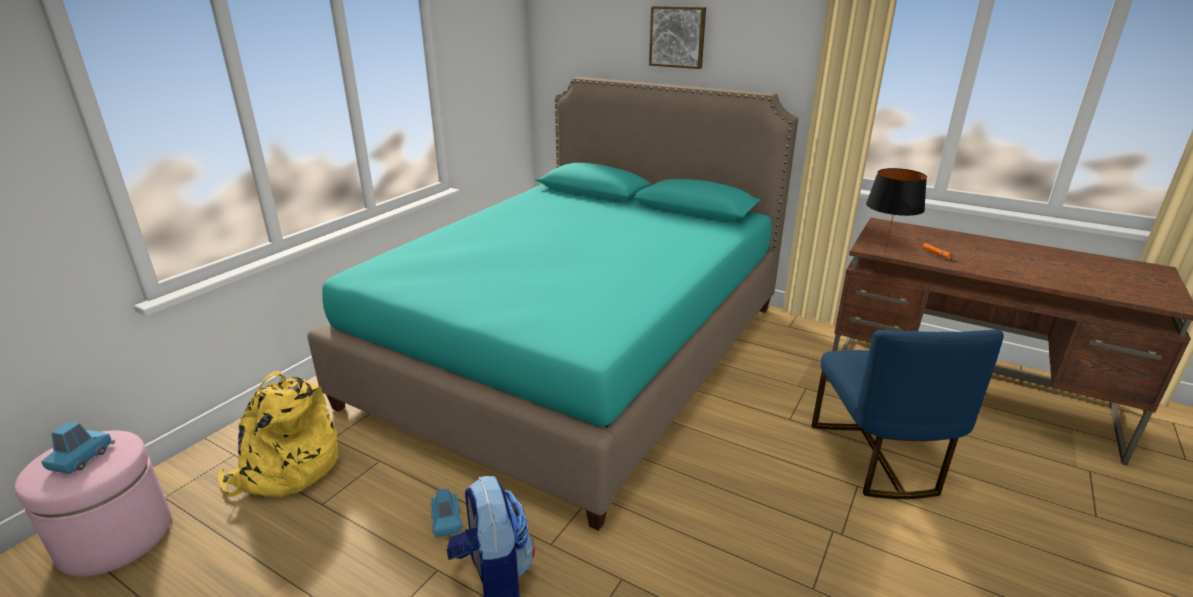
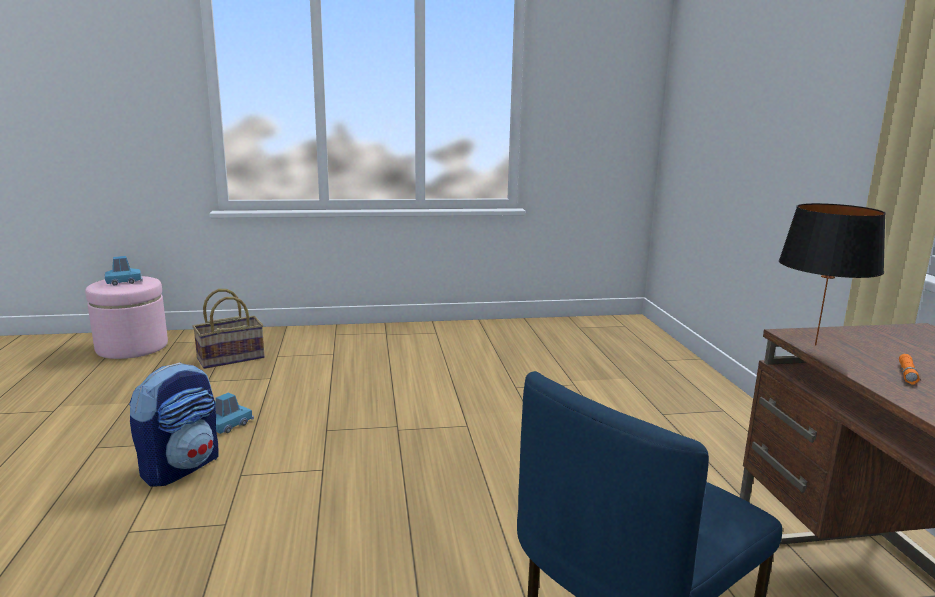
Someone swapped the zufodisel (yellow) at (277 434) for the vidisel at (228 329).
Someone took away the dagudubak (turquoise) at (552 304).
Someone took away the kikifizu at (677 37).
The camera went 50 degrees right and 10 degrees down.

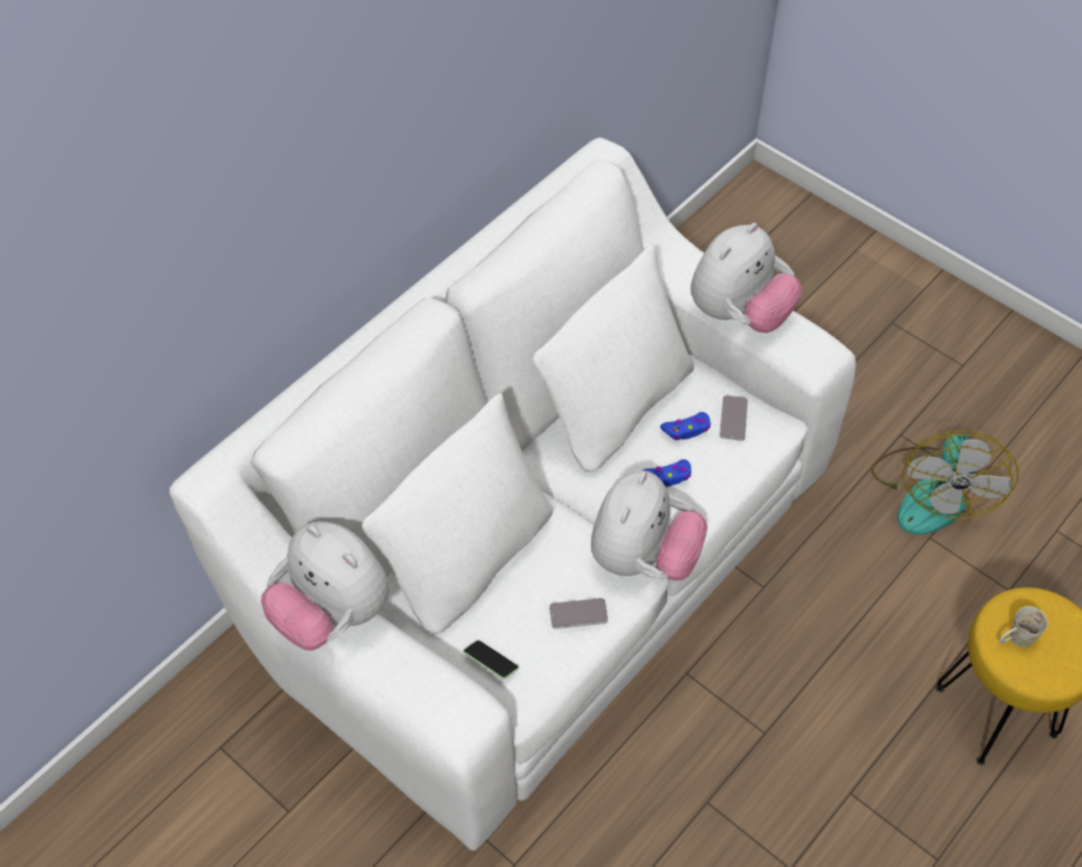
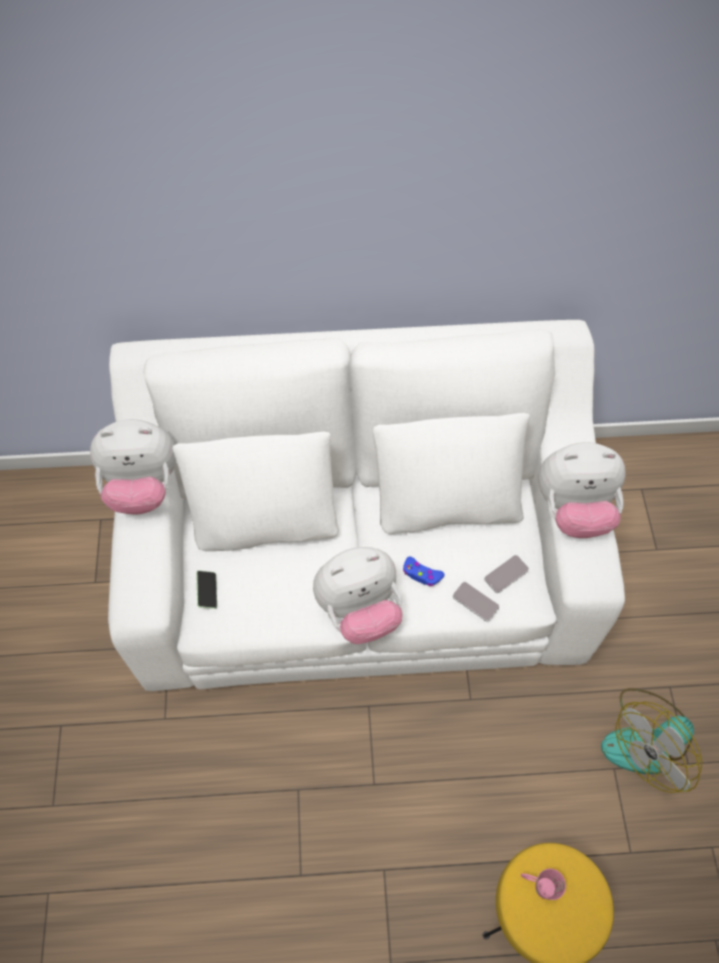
Someone rotated the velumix at (325 586) by 90 degrees counterclockwise.
Someone carried the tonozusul from (578 613) to (476 602).
Someone repainted the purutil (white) at (1023 627), which became the purutil (pink) at (543 884).
Someone took away the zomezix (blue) at (685 426).
The camera went 45 degrees right and 5 degrees up.

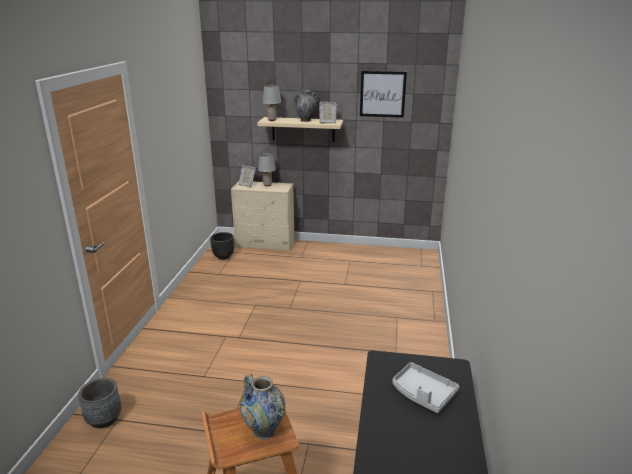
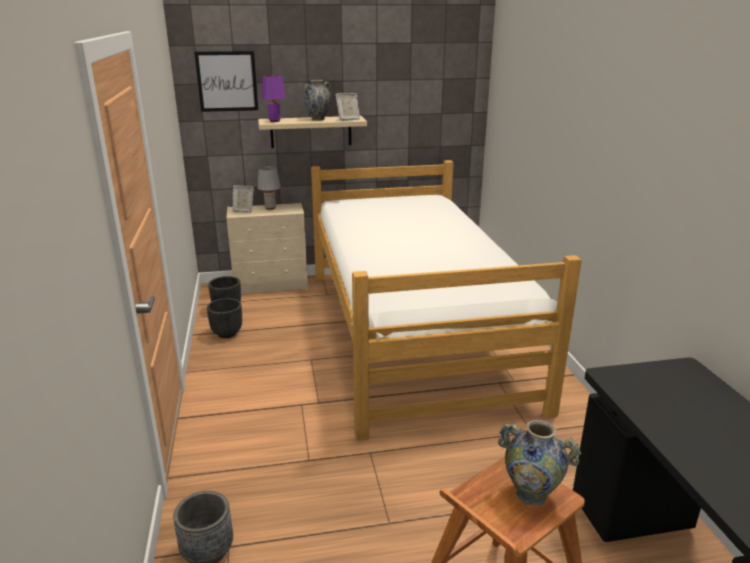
Someone carried the kikifizu from (383 94) to (226 81).
Someone put down the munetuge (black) at (224 318).
Someone repainted the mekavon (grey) at (272 103), which became the mekavon (purple) at (273 98).
Someone put down the dagudubak at (446 300).
Someone took away the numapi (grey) at (425 387).
The camera went 20 degrees left and 0 degrees up.

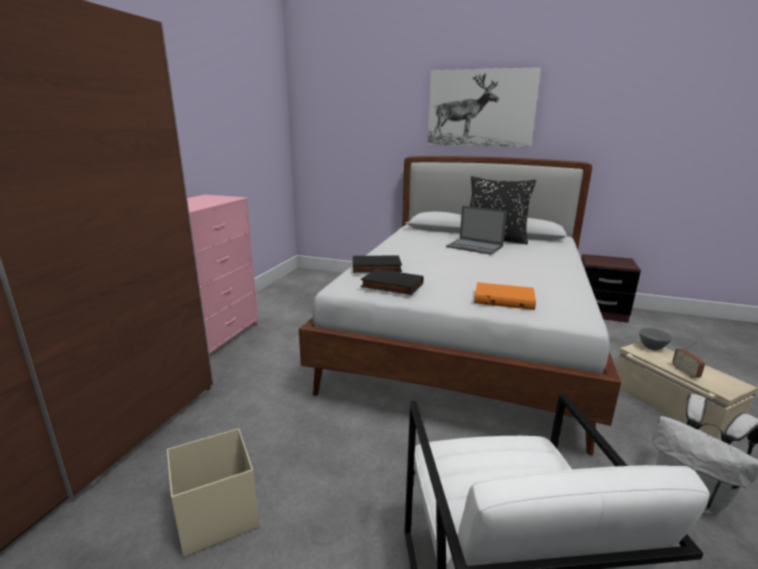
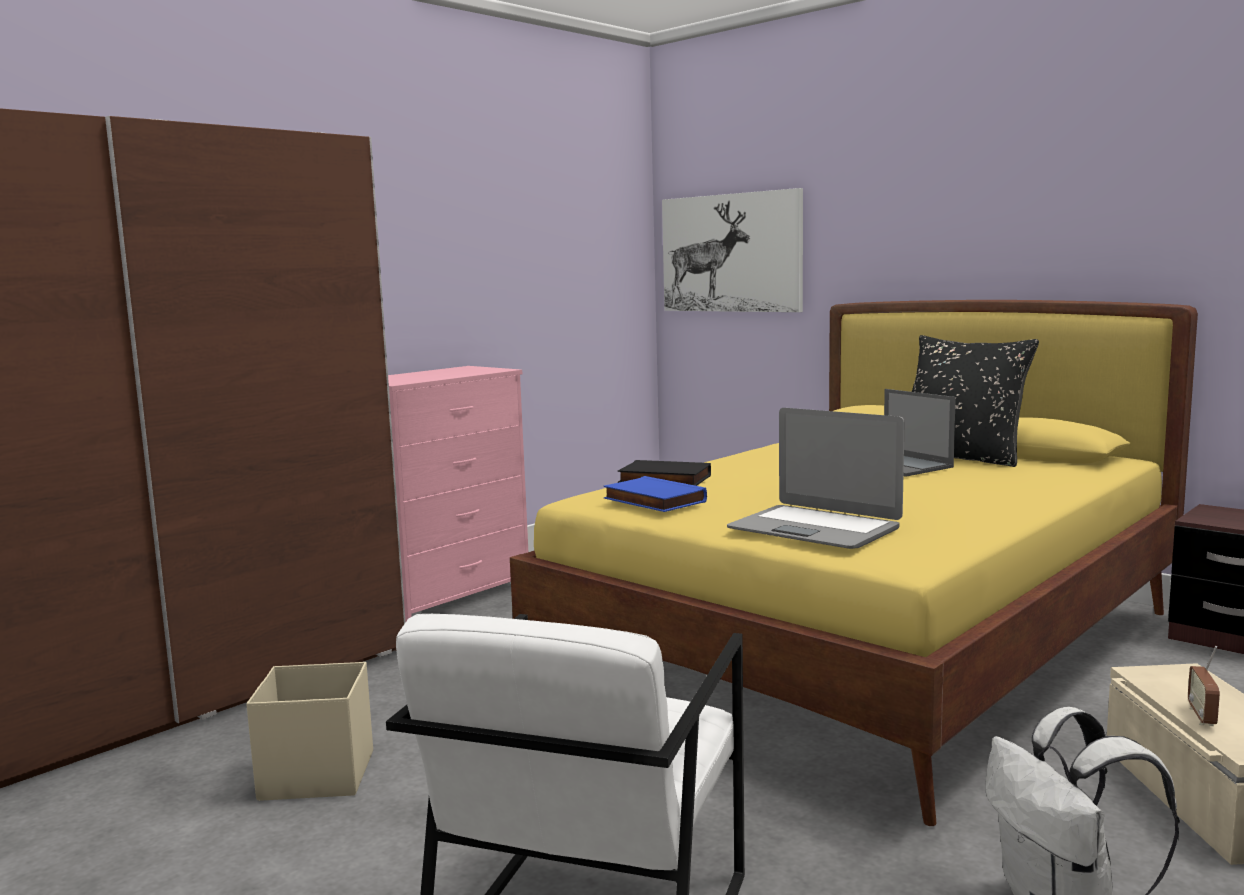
Someone repainted the dagudubak (white) at (460 305), which became the dagudubak (yellow) at (854 563).
Someone repainted the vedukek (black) at (392 282), which became the vedukek (blue) at (655 494).
Someone carried the kikifizu from (484 107) to (732 250).
Someone swapped the vedukek (orange) at (505 296) for the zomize at (816 478).
Someone took away the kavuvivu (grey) at (655 339).
The camera went 25 degrees right and 10 degrees down.

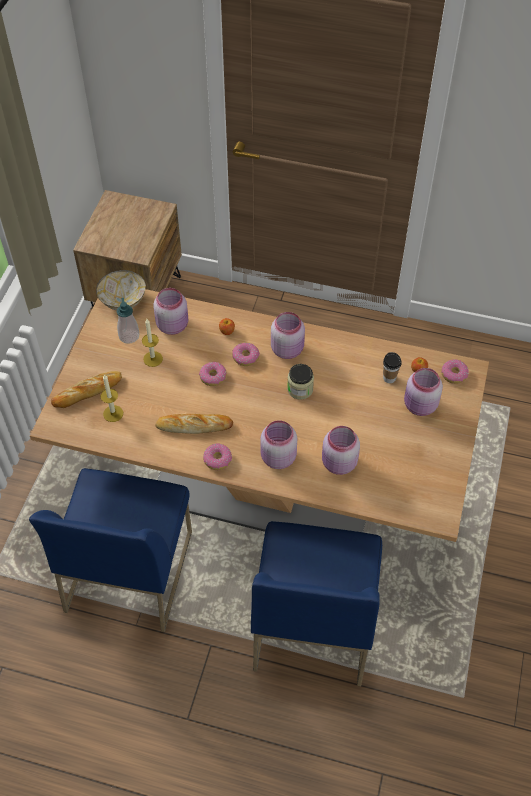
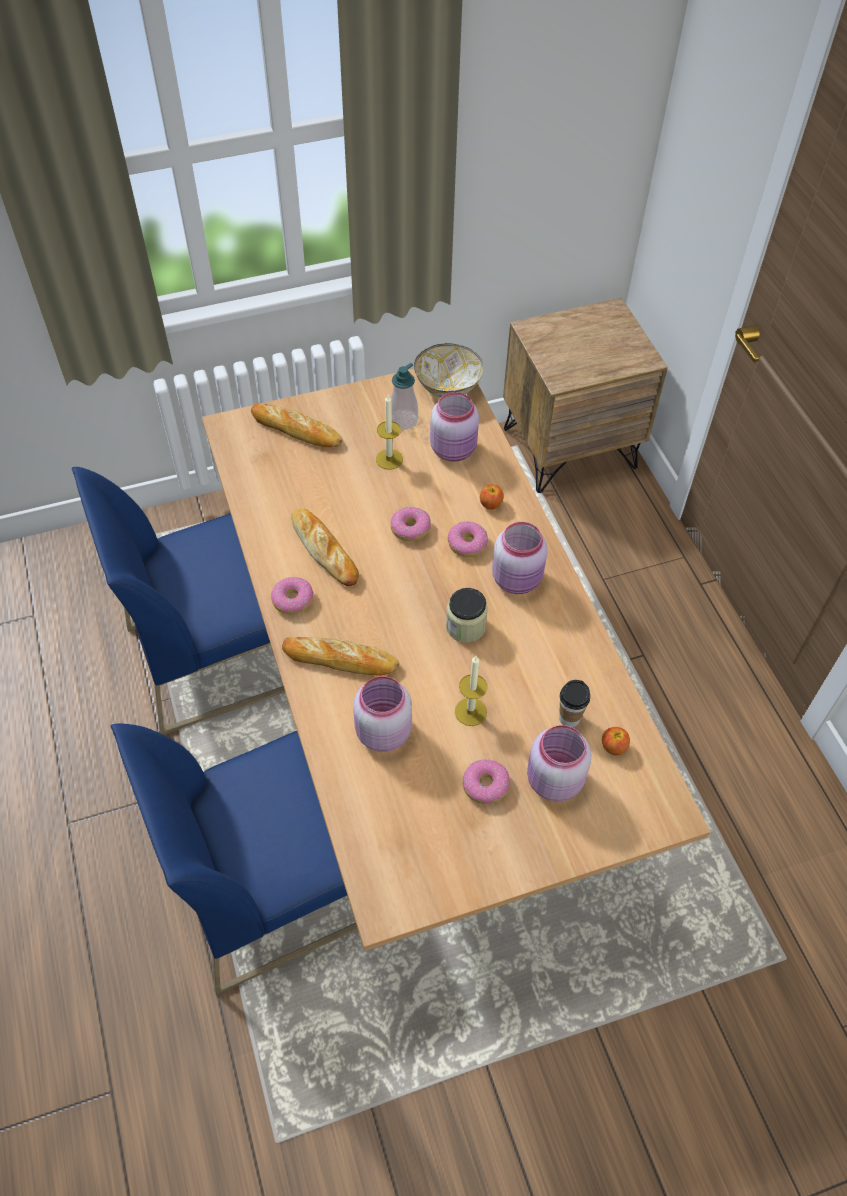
Someone swapped the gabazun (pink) at (278 444) for the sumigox at (341 656).
Someone carried the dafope from (111 398) to (471 691).
Someone carried the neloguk from (455 371) to (486 781).
The camera went 55 degrees right and 0 degrees up.

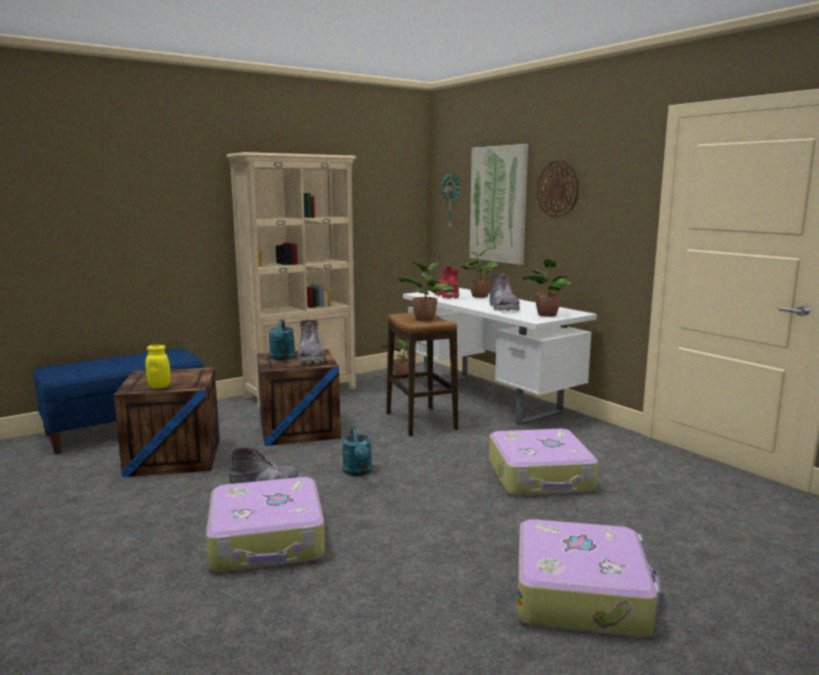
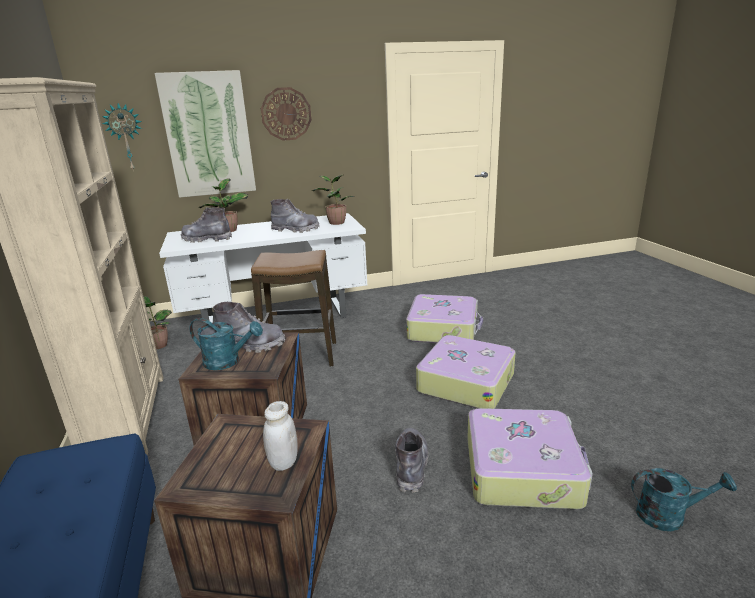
Someone repainted the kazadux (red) at (446 282), which became the kazadux (grey) at (206 225).
Someone repainted the gabazun (yellow) at (158 367), which became the gabazun (white) at (280 436).
Someone carried the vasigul from (589 578) to (466 372).
Someone carried the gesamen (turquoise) from (357 451) to (684 499).
Someone took away the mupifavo at (426 291).
The camera went 70 degrees left and 10 degrees up.

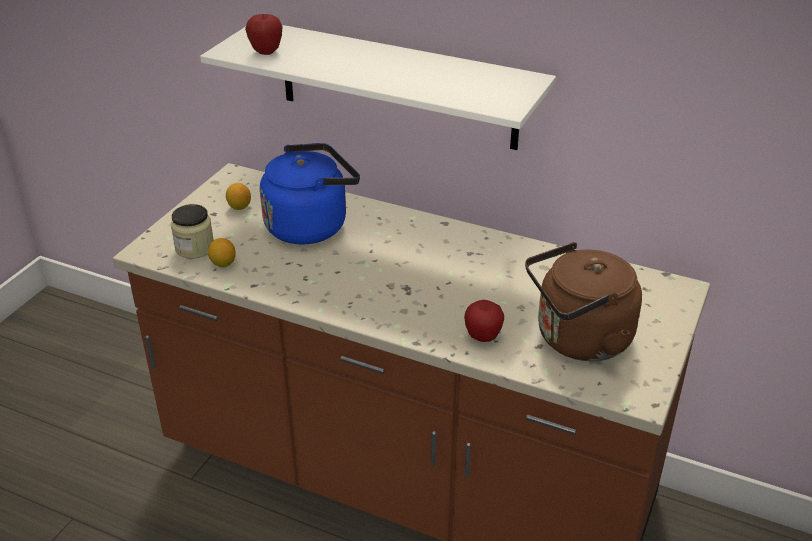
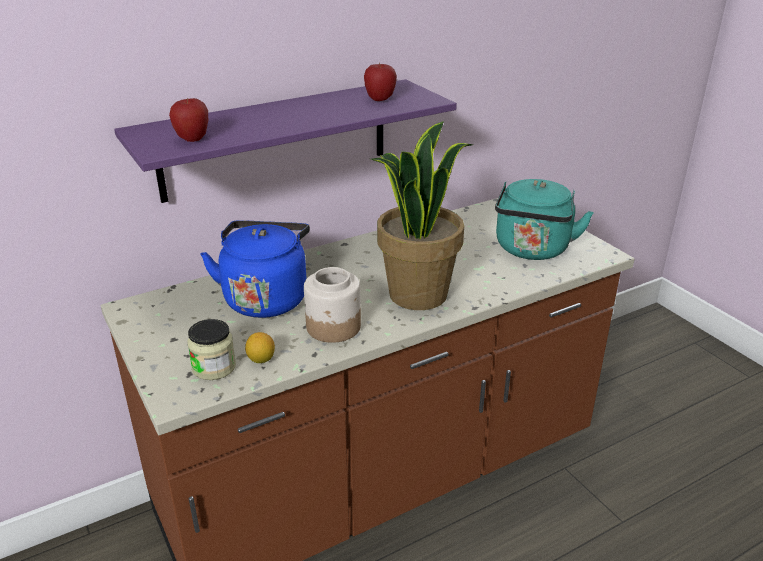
Someone repainted the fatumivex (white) at (378 87), which became the fatumivex (purple) at (285 141).
Someone put down the gabazun at (332 305).
Someone carried the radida from (484 321) to (380 82).
Someone put down the mupifavo at (422 215).
Someone repainted the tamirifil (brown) at (583 301), which became the tamirifil (turquoise) at (544 219).
Someone took away the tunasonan at (238 196).
The camera went 55 degrees left and 5 degrees down.

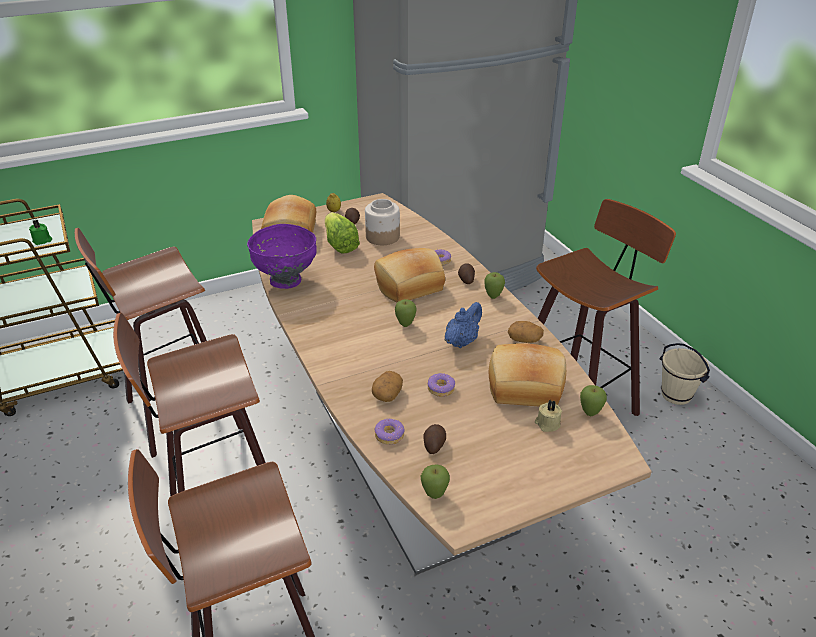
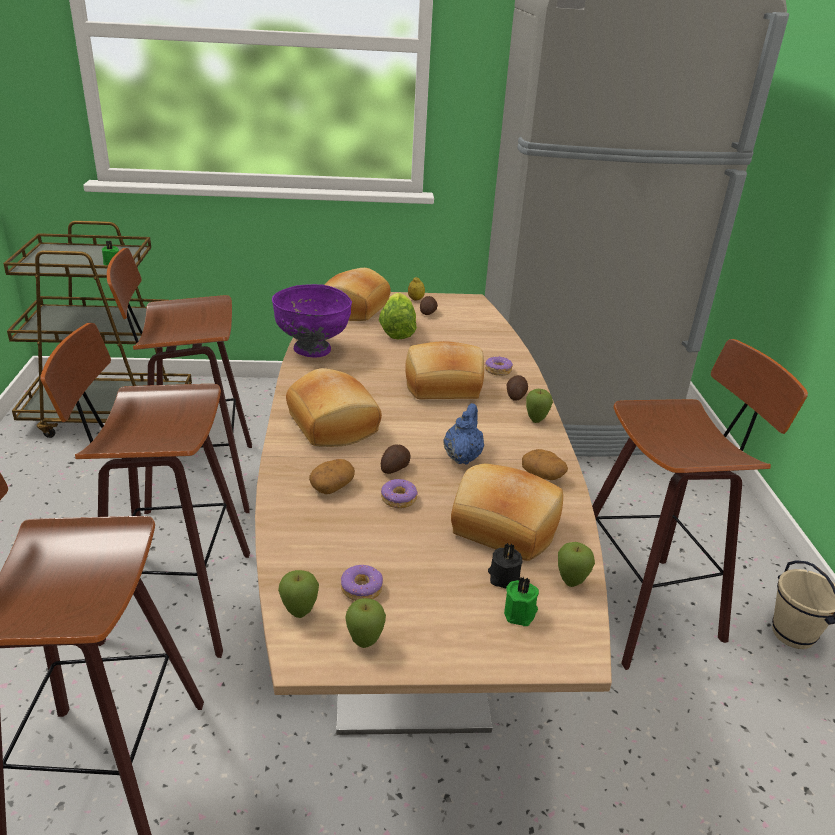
Someone put down the sumigox at (334 407).
Someone carried the neloguk from (390 432) to (362 583).
Someone carried the radida from (406 313) to (365 623).
Someone carried the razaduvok from (434 439) to (396 459).
Someone rotated the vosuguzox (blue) at (463 325) by 45 degrees counterclockwise.
Someone repainted the dafope (beige) at (548 416), which became the dafope (black) at (505 565).
Someone put down the dafope (green) at (521 601).
Someone took away the gabazun at (382 222).
The camera went 20 degrees right and 5 degrees down.

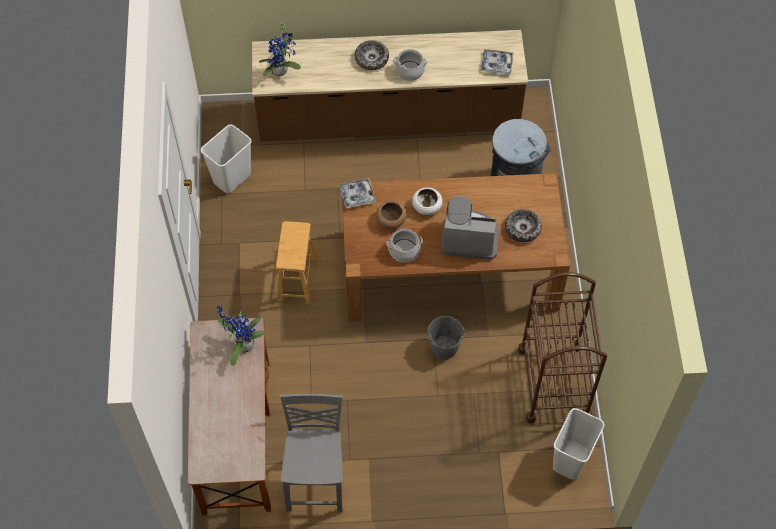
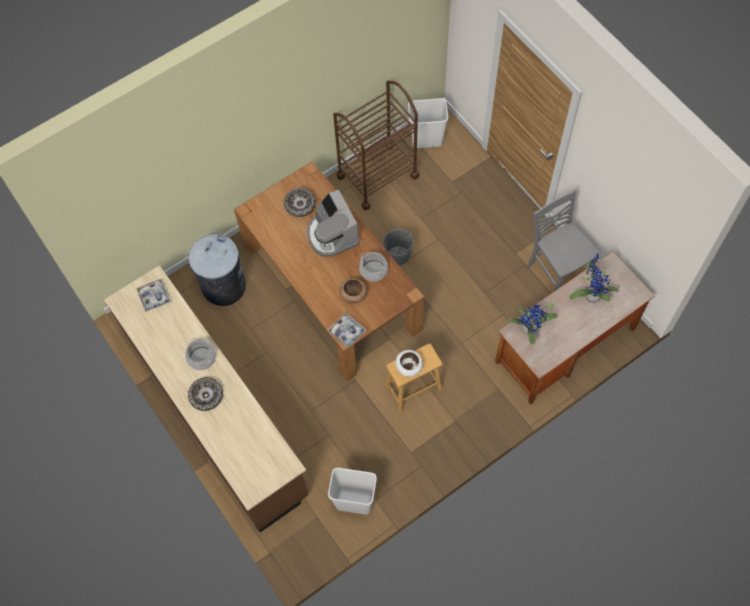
Someone carried the kavuvivu (white) from (427 201) to (409 363).
Someone rotated the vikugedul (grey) at (311 453) by 90 degrees clockwise.
Someone carried the mupifavo from (280 49) to (593 278).
The camera went 120 degrees left and 5 degrees up.

